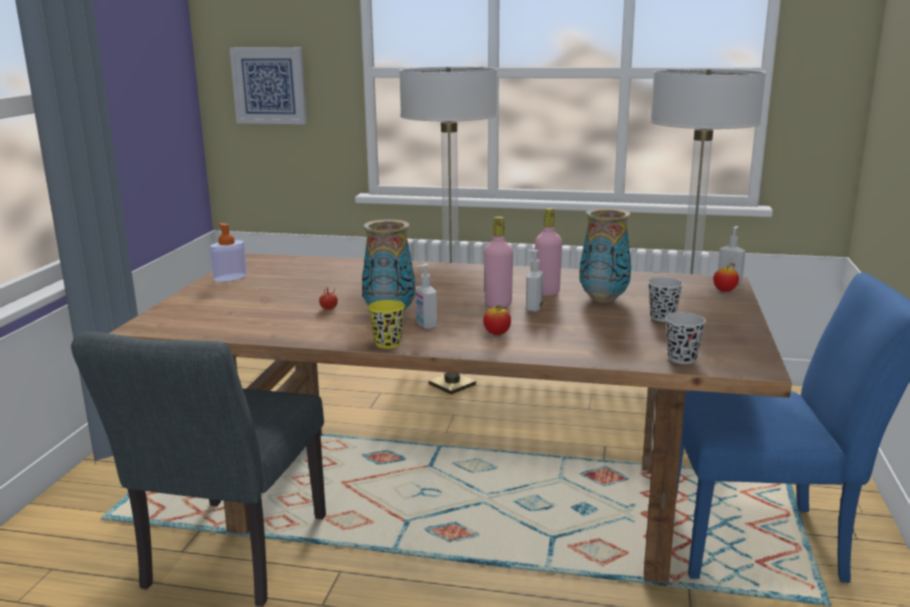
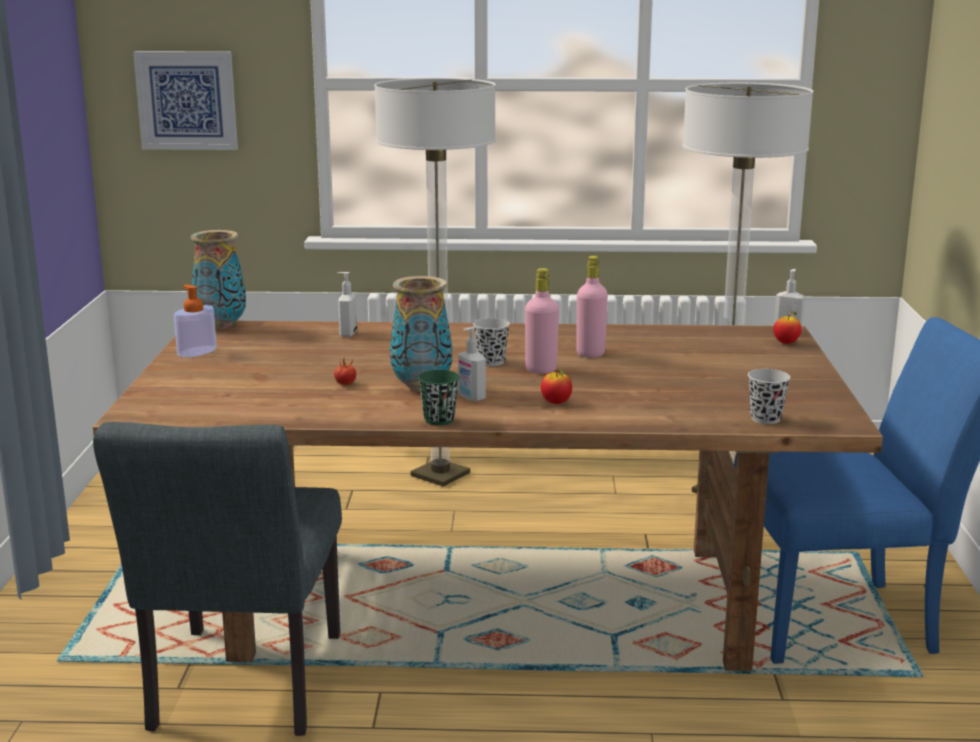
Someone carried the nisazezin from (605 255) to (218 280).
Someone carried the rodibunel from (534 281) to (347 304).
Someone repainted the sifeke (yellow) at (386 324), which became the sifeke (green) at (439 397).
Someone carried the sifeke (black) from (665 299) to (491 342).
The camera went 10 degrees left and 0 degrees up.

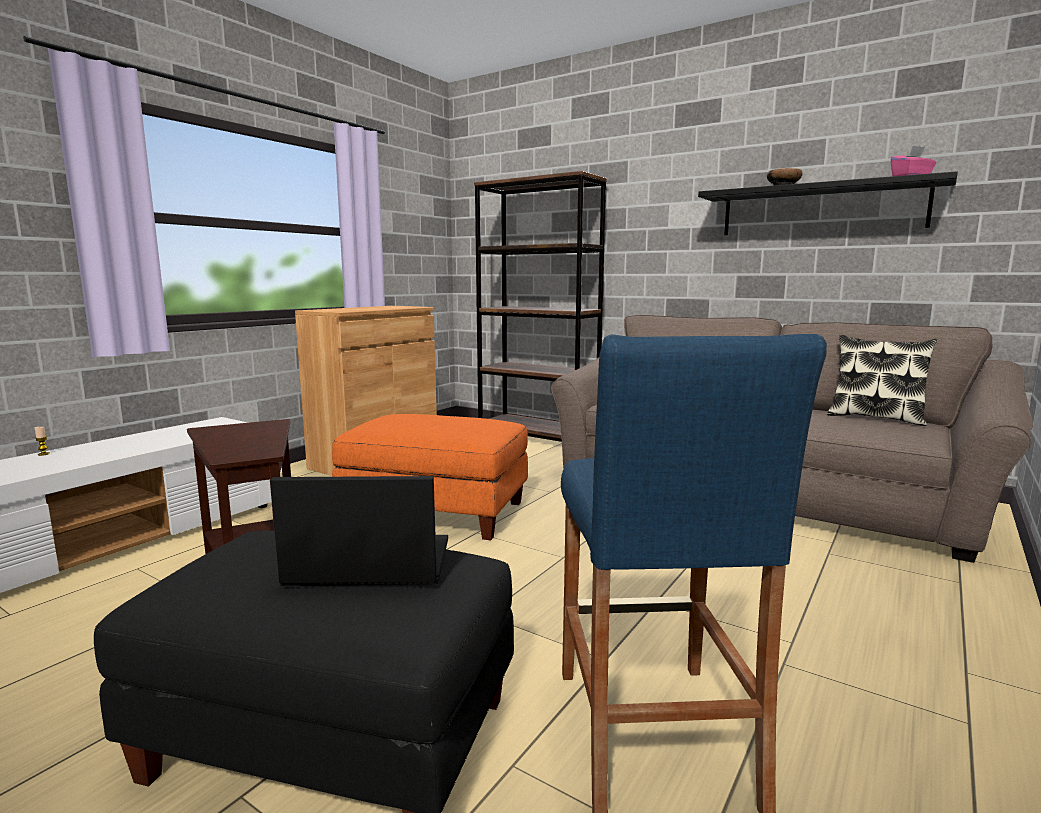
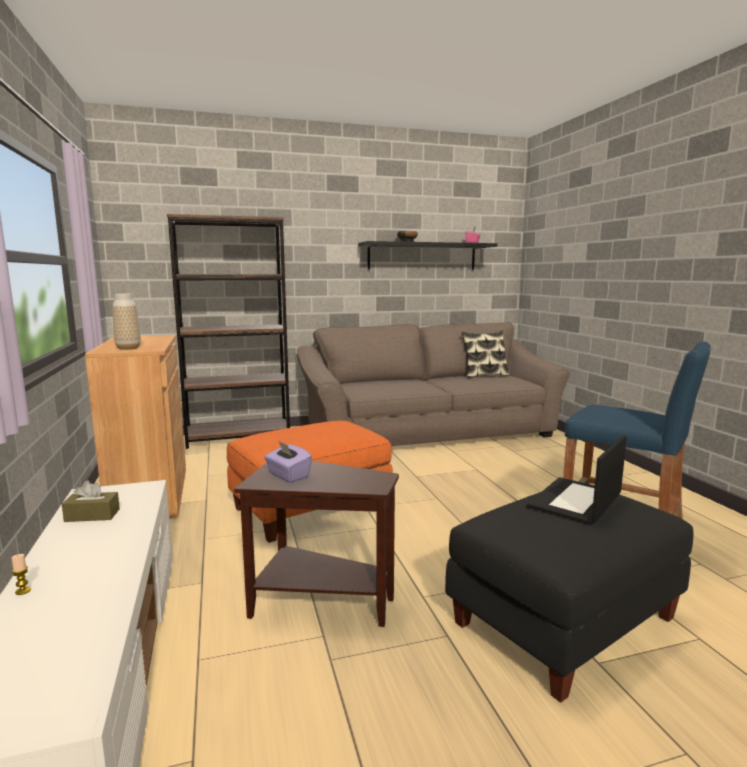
Someone put down the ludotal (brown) at (91 501).
Someone put down the nisazezin at (126 322).
Someone put down the ludotal (purple) at (288 461).
The camera went 50 degrees left and 0 degrees up.

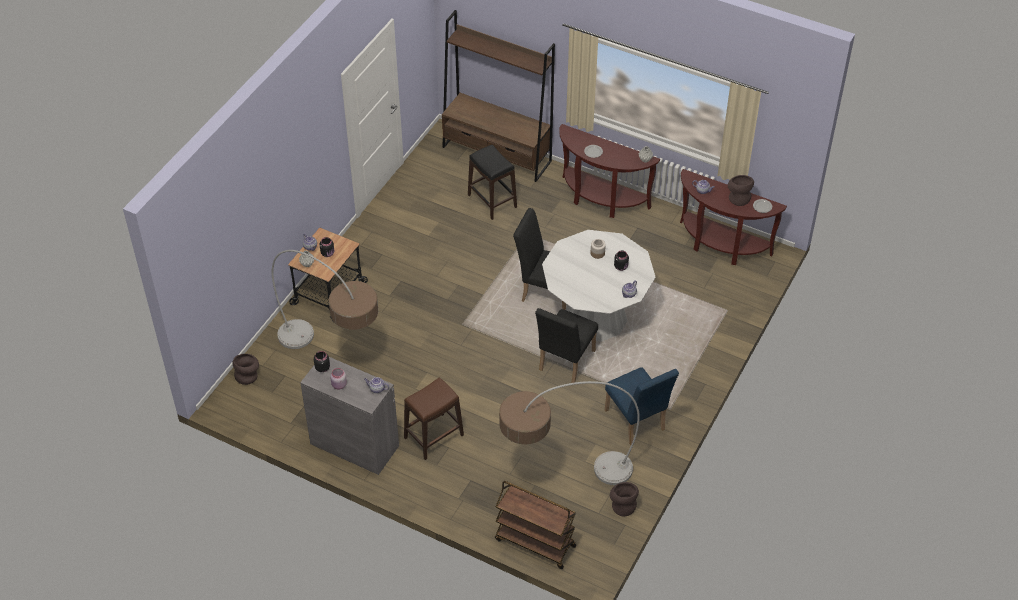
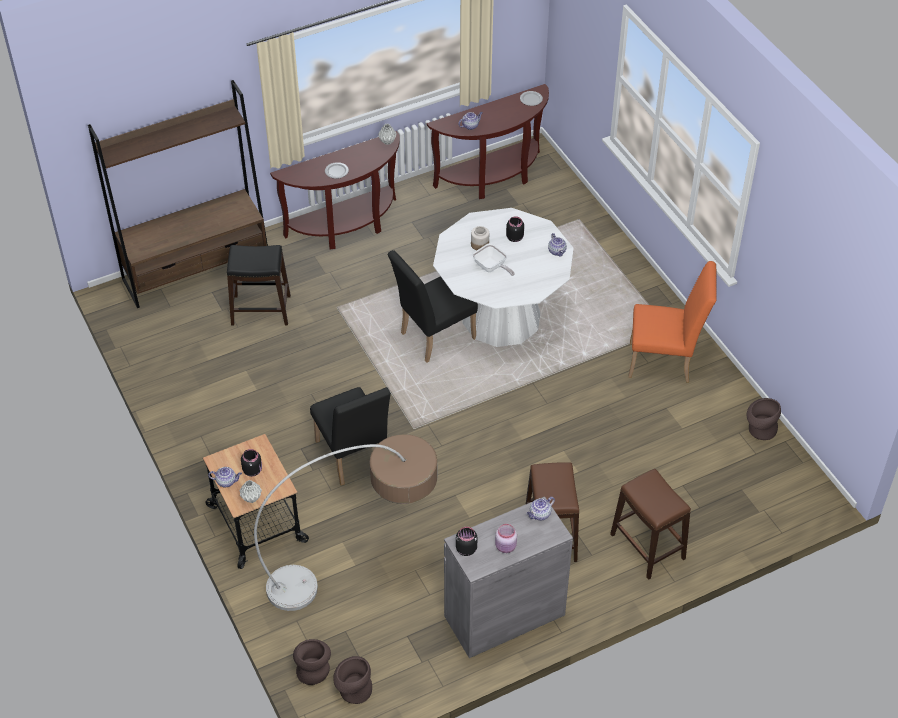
Someone carried the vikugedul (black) from (566 345) to (350 436).
Someone carried the nisazezin (brown) from (741 190) to (352 680).
Someone put down the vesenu at (493 259).
Someone put down the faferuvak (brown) at (650 524).
Someone repainted the vikugedul (blue) at (642 406), which became the vikugedul (orange) at (672 322).
Someone took away the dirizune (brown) at (535 525).
Someone took away the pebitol at (569 433).
The camera went 55 degrees left and 0 degrees up.

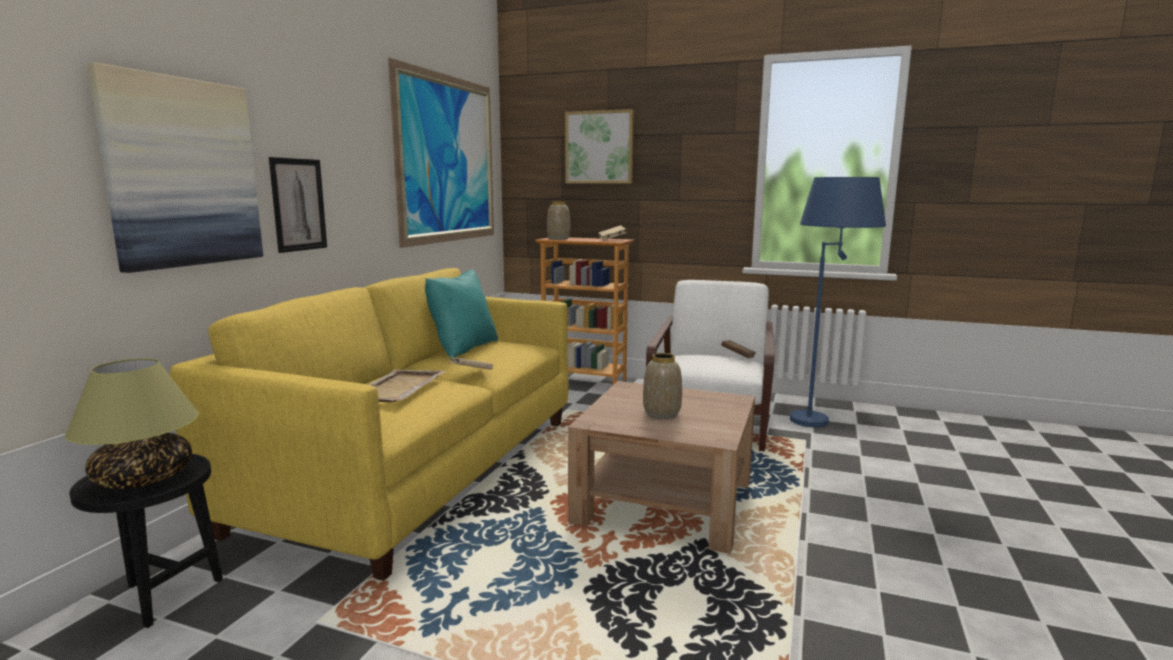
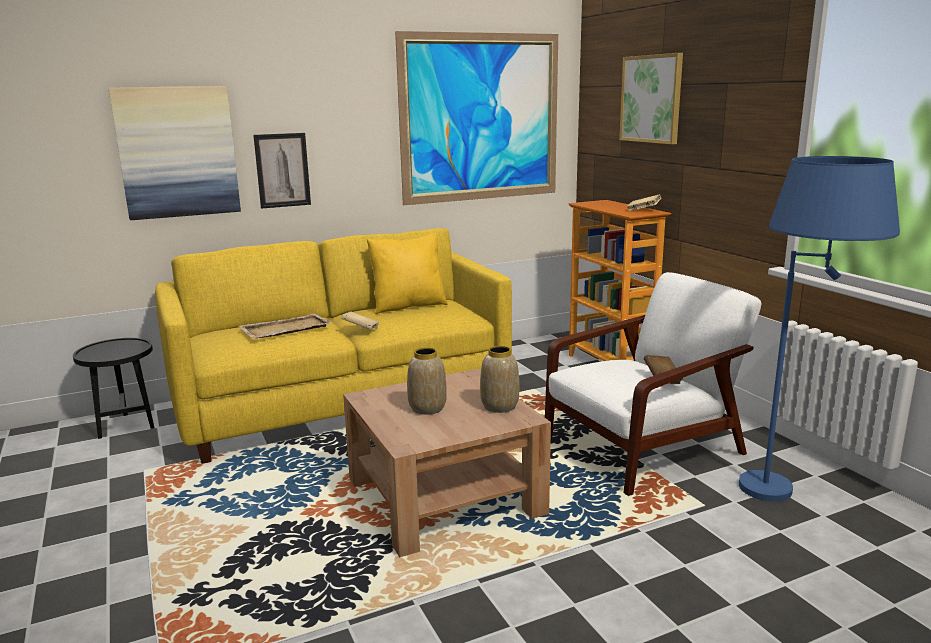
Someone repainted the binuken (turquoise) at (461 314), which became the binuken (yellow) at (407 273).
Someone carried the nisazezin from (558 220) to (499 379).
Someone took away the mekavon at (132 423).
The camera went 45 degrees right and 5 degrees up.

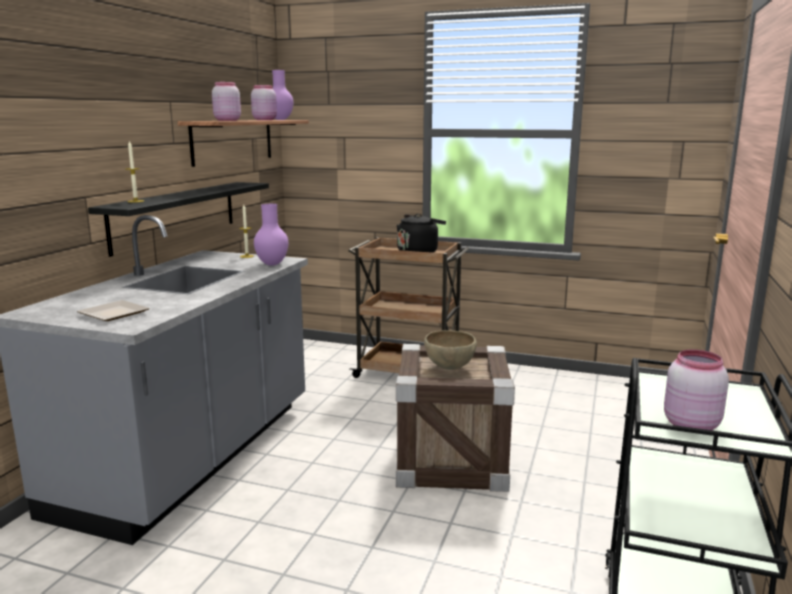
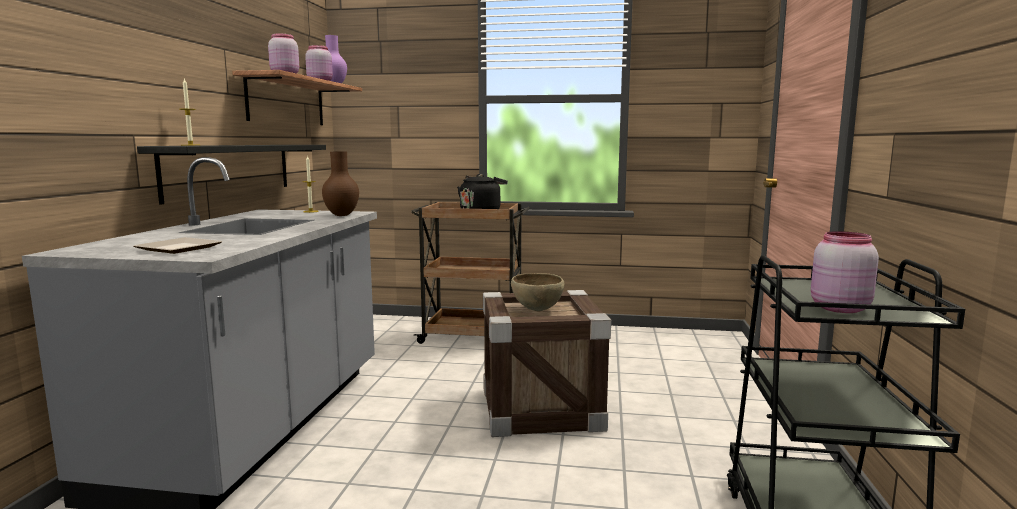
Someone repainted the nisazezin (purple) at (271 235), which became the nisazezin (brown) at (340 184).
The camera went 10 degrees left and 5 degrees down.

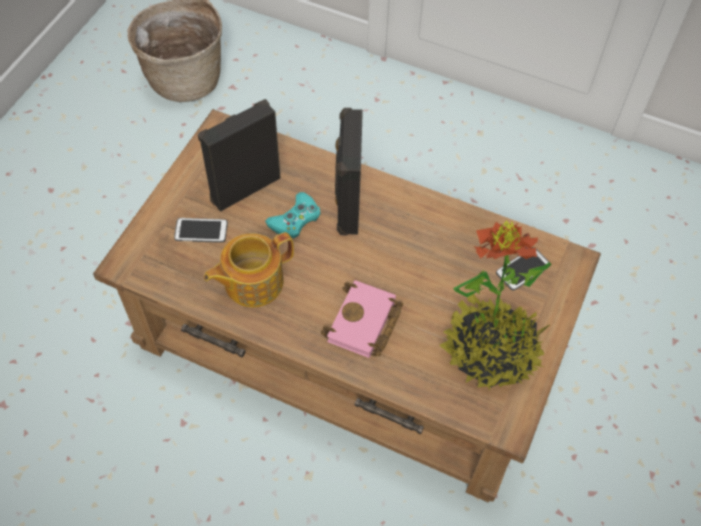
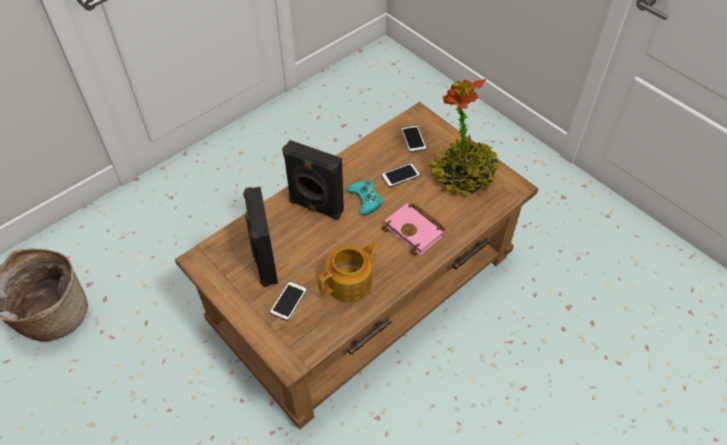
Someone rotated the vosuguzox at (249 269) by 120 degrees counterclockwise.
Someone carried the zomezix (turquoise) from (293 215) to (365 198).
Someone put down the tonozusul at (401 175).
The camera went 65 degrees left and 5 degrees down.

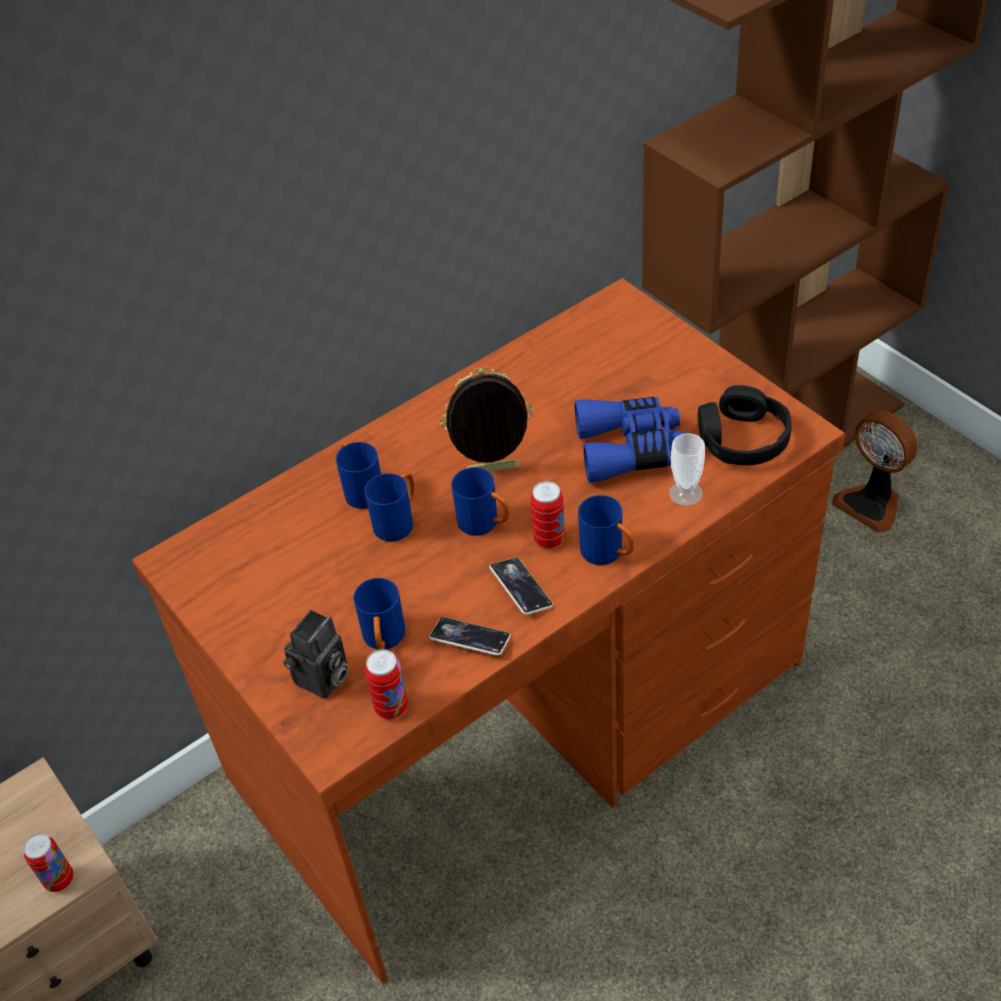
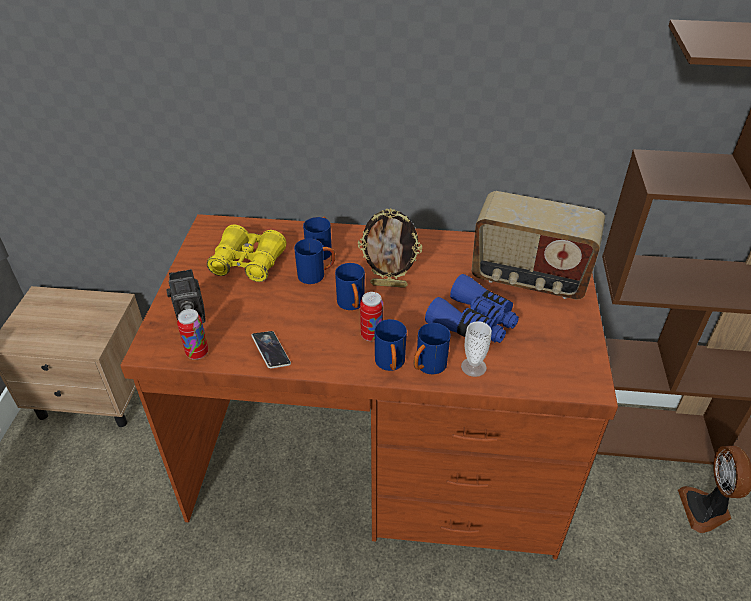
Someone put down the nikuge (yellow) at (246 253).
Someone rotated the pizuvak at (486 420) by 150 degrees clockwise.
Someone carried the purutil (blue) from (379 614) to (432 348).
Someone put down the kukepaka at (538 245).
Someone took away the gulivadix at (48 862).
Someone took away the tonozusul at (521 586).
Someone took away the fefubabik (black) at (745 425).
The camera went 40 degrees right and 5 degrees down.

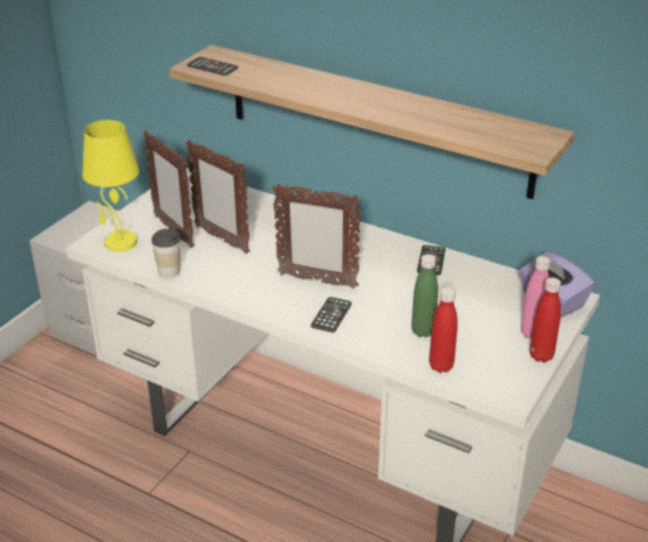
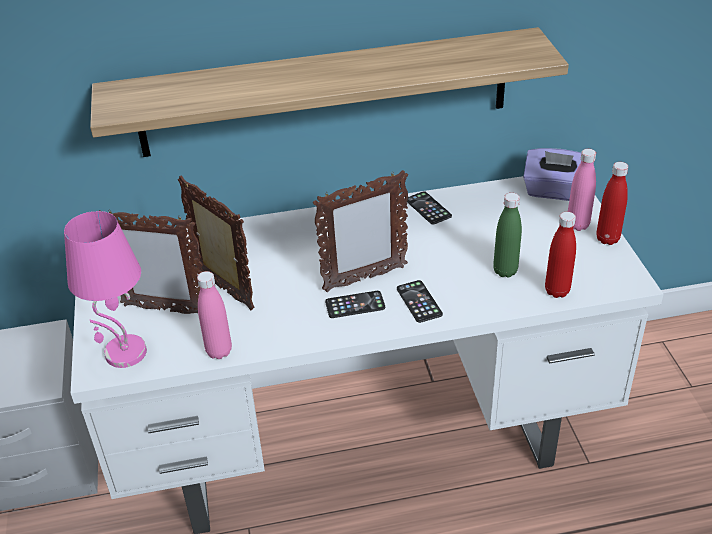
Someone repainted the mekavon (yellow) at (110 186), which became the mekavon (pink) at (105 289).
Someone rotated the pizuvak at (218 197) by 135 degrees counterclockwise.
Someone swapped the sifeke at (165 253) for the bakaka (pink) at (214 315).
Someone carried the tonozusul from (212 66) to (355 304).
The camera went 40 degrees left and 5 degrees up.

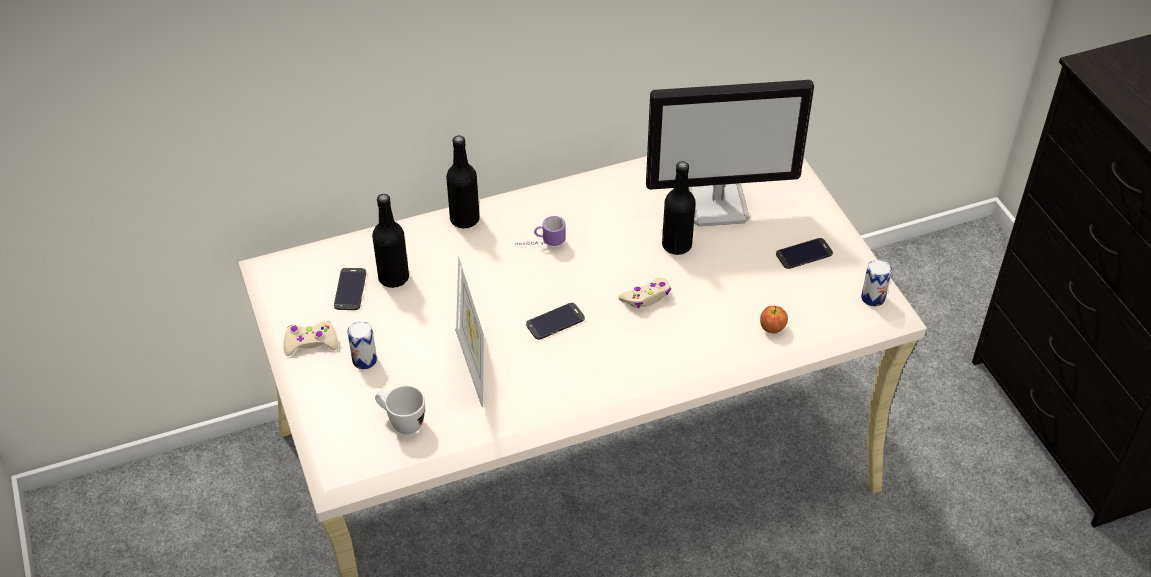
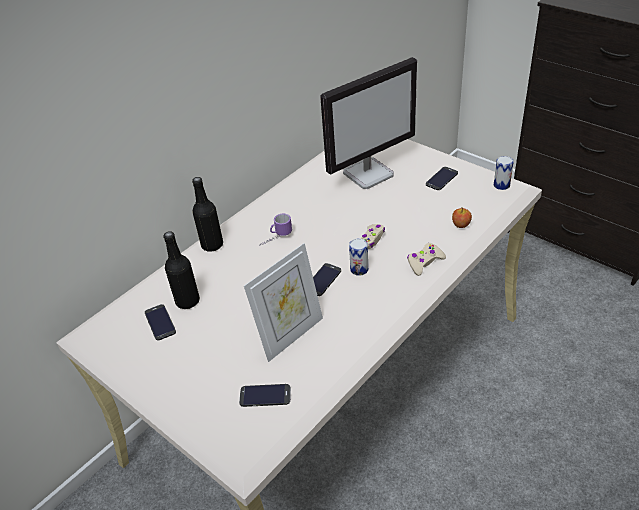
Someone swapped the purutil (white) at (400 409) for the tonozusul at (265 395).
Someone rotated the pizuvak at (469 331) by 75 degrees clockwise.
Someone carried the gulivadix from (362 345) to (358 257).
Someone carried the zomezix (beige) from (311 338) to (426 259).
Someone took away the bakaka (black) at (679 208).
The camera went 25 degrees left and 5 degrees down.

